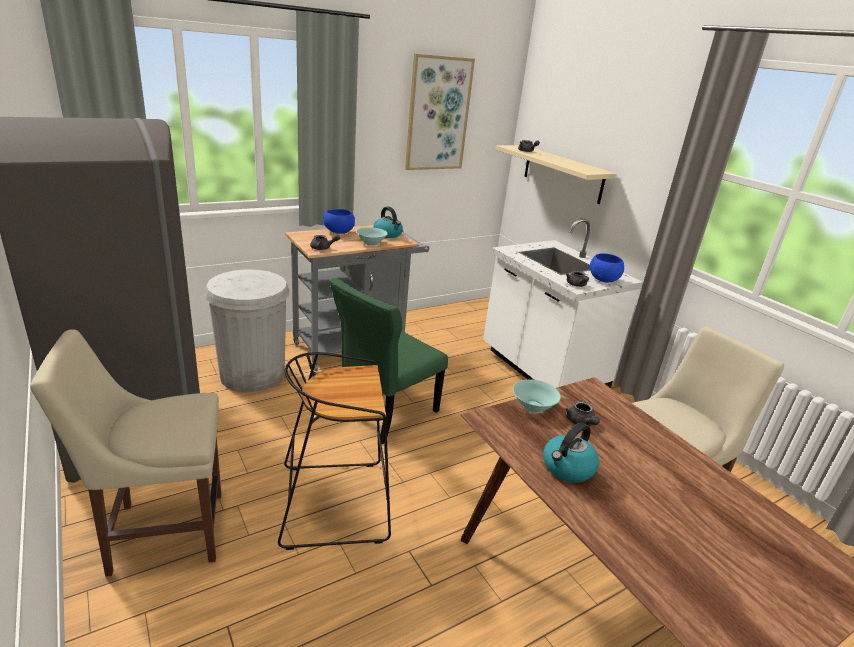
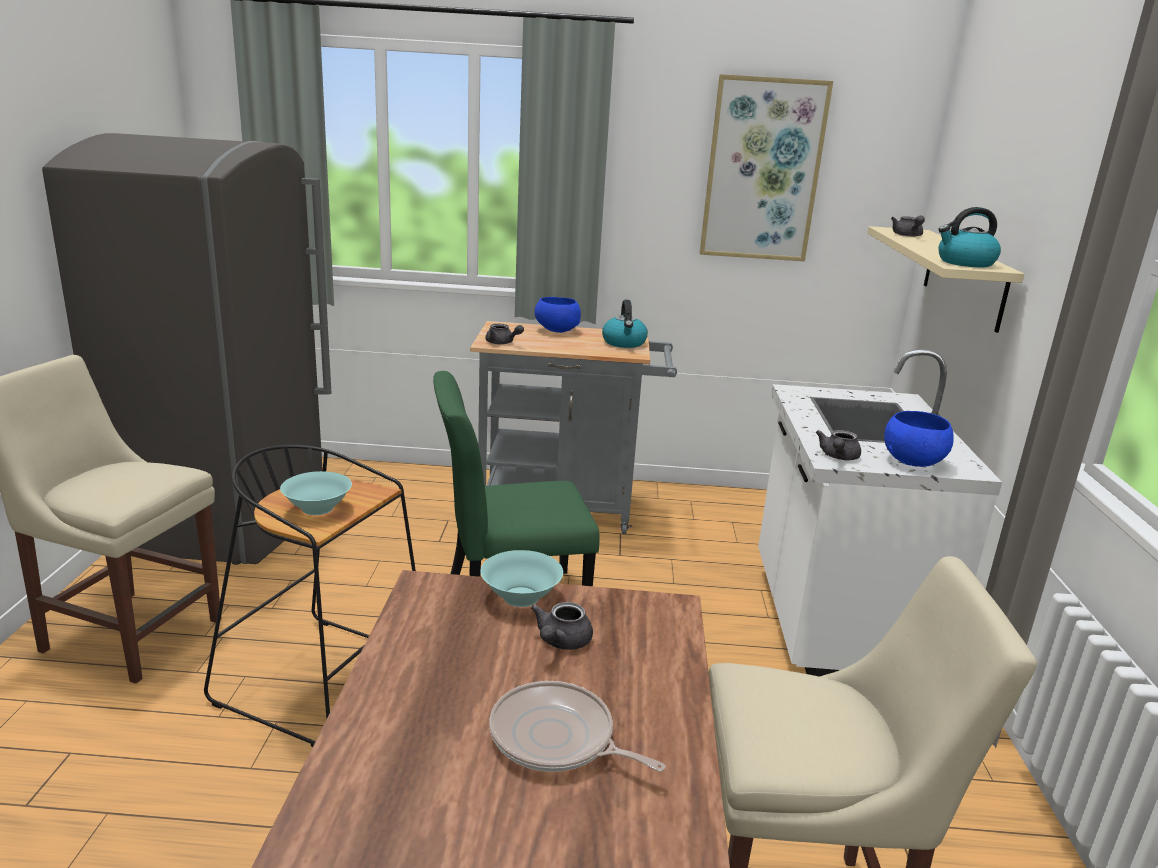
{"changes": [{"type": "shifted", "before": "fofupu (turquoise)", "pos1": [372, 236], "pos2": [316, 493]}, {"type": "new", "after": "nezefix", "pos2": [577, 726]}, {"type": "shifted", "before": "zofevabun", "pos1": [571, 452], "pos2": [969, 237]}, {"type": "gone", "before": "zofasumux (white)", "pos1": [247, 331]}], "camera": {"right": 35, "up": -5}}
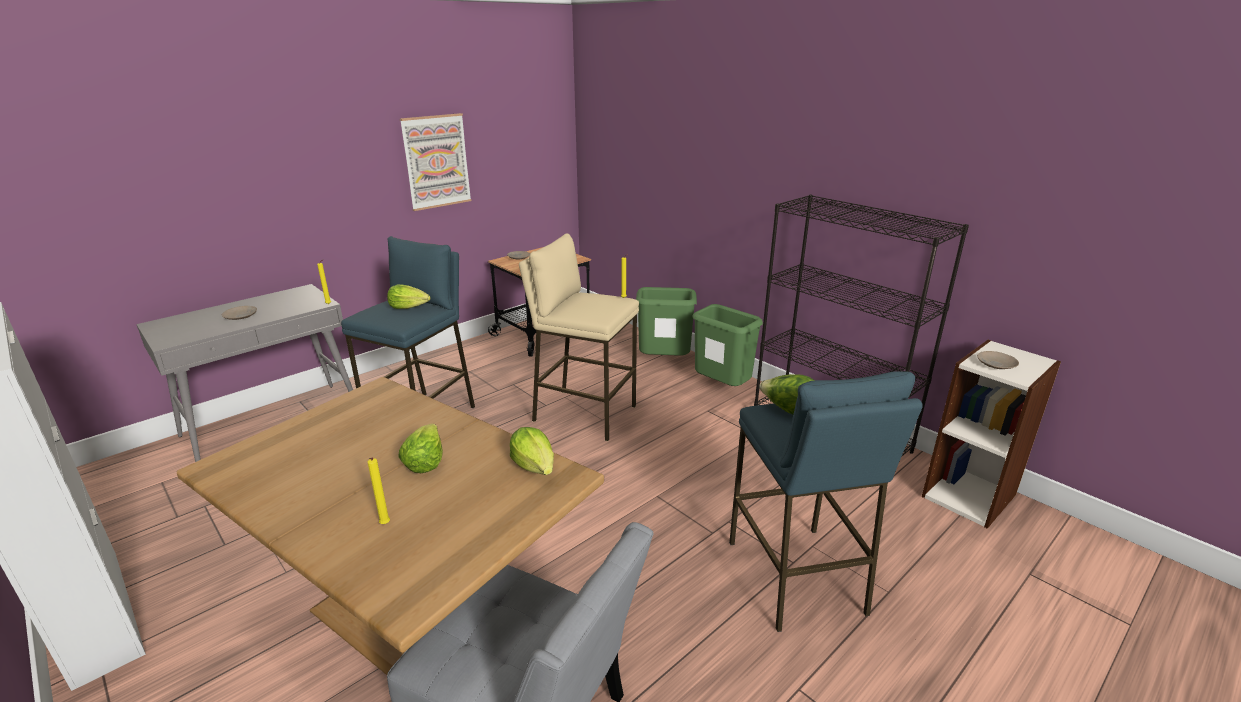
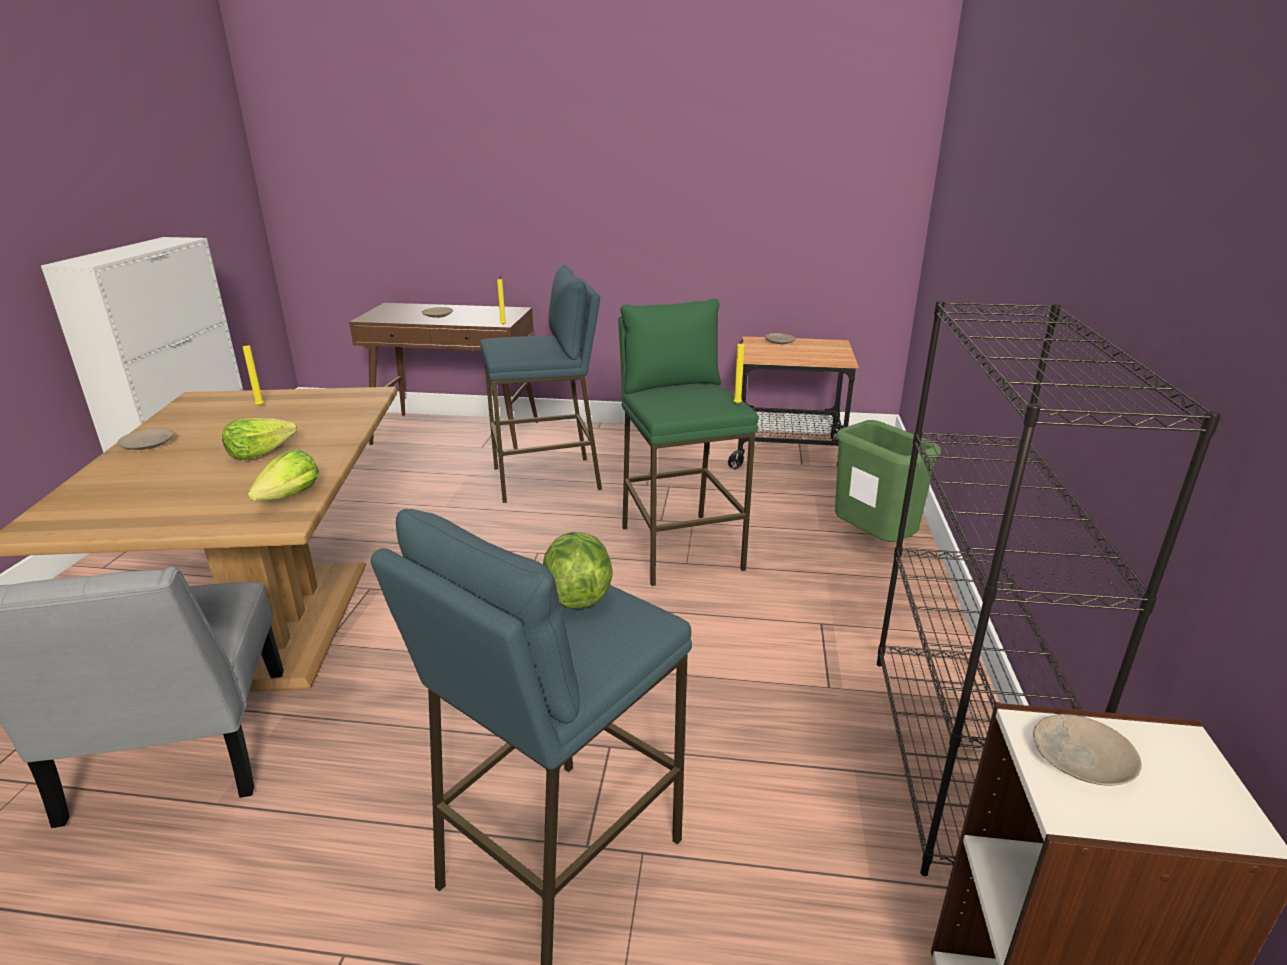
{"changes": [{"type": "new", "after": "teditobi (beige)", "pos2": [145, 439]}, {"type": "shifted", "before": "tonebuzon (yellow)", "pos1": [379, 490], "pos2": [251, 373]}, {"type": "repainted", "before": "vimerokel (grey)", "after": "vimerokel (brown)", "pos1": [244, 373], "pos2": [443, 376]}, {"type": "repainted", "before": "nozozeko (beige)", "after": "nozozeko (green)", "pos1": [579, 337], "pos2": [688, 442]}, {"type": "gone", "before": "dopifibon", "pos1": [408, 296]}, {"type": "gone", "before": "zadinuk", "pos1": [436, 162]}, {"type": "gone", "before": "zofasumux (green)", "pos1": [727, 345]}], "camera": {"right": 50, "up": 0}}
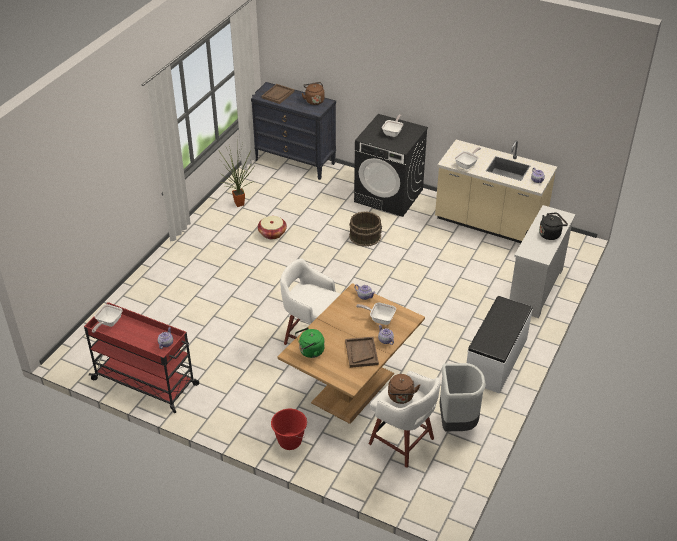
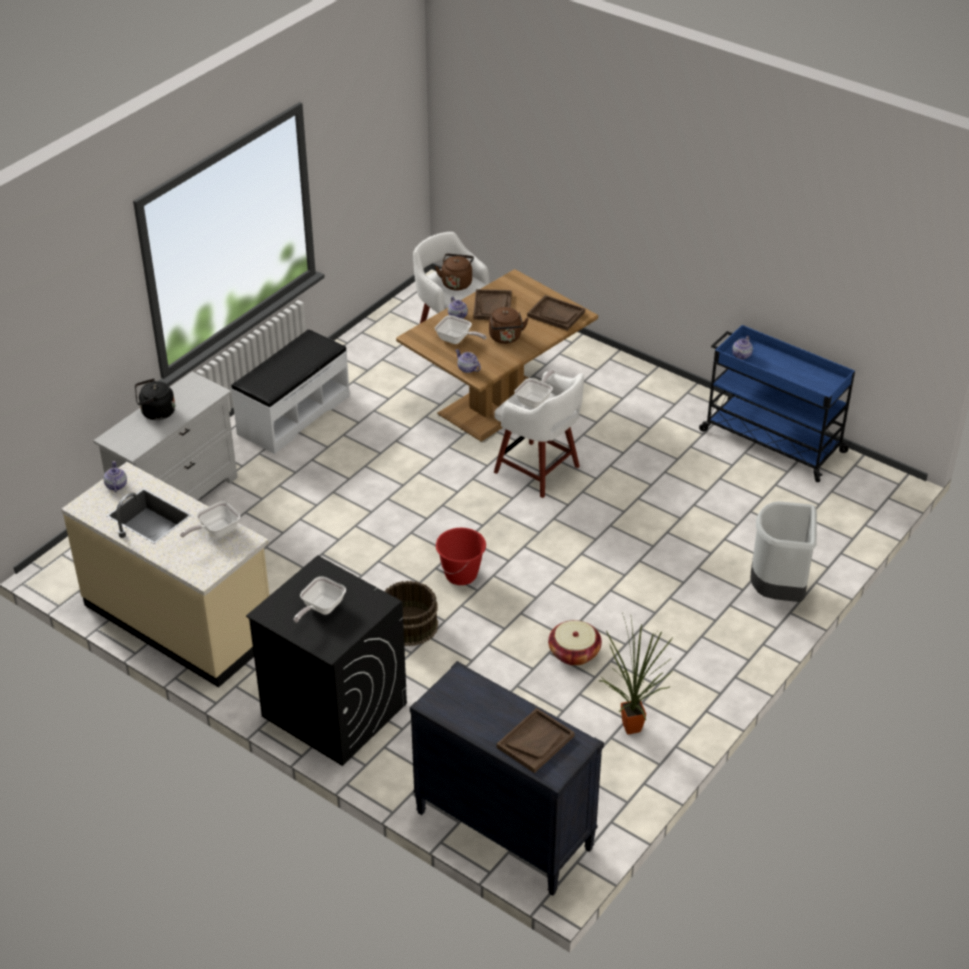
{"changes": [{"type": "shifted", "before": "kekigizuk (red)", "pos1": [289, 429], "pos2": [461, 556]}, {"type": "shifted", "before": "zofevabun (brown)", "pos1": [313, 93], "pos2": [509, 325]}, {"type": "shifted", "before": "nezefix", "pos1": [107, 318], "pos2": [535, 389]}, {"type": "swapped", "before": "zofevabun (green)", "after": "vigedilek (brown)", "pos1": [310, 342], "pos2": [556, 313]}, {"type": "repainted", "before": "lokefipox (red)", "after": "lokefipox (blue)", "pos1": [141, 357], "pos2": [777, 403]}, {"type": "shifted", "before": "zofasumux (grey)", "pos1": [463, 397], "pos2": [783, 551]}], "camera": {"right": -170, "up": 0}}
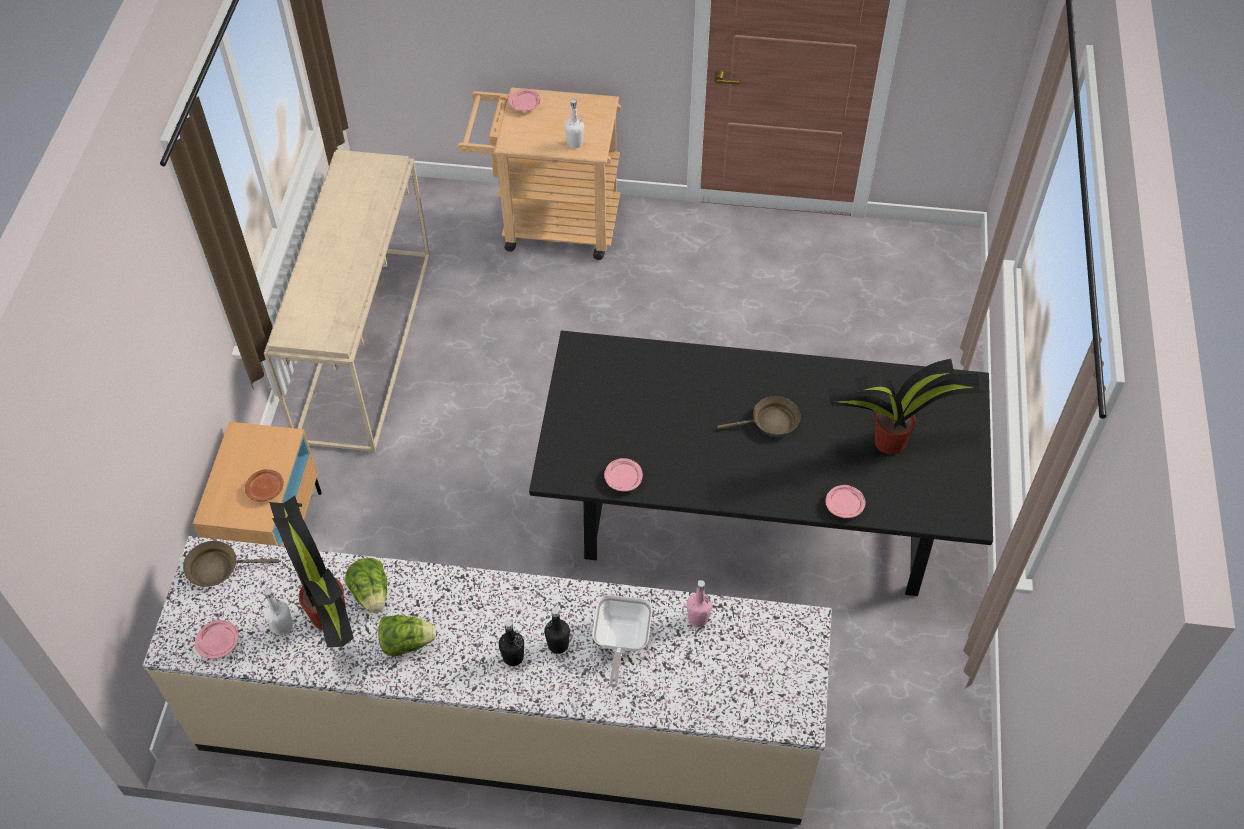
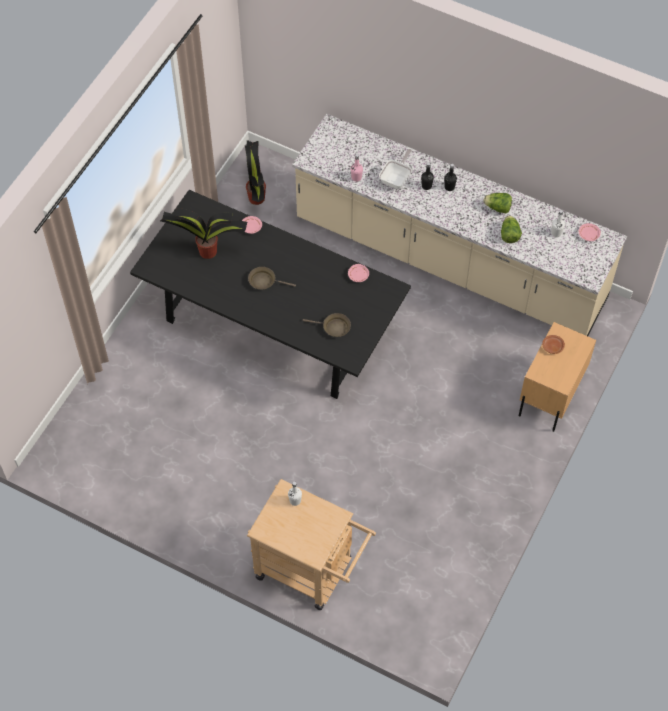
{"changes": [{"type": "shifted", "before": "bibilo", "pos1": [311, 572], "pos2": [255, 172]}, {"type": "shifted", "before": "nezefix (brown)", "pos1": [231, 564], "pos2": [327, 325]}, {"type": "gone", "before": "vimerokel (beige)", "pos1": [347, 301]}, {"type": "gone", "before": "teditobi (pink)", "pos1": [524, 100]}], "camera": {"right": -160, "up": 5}}
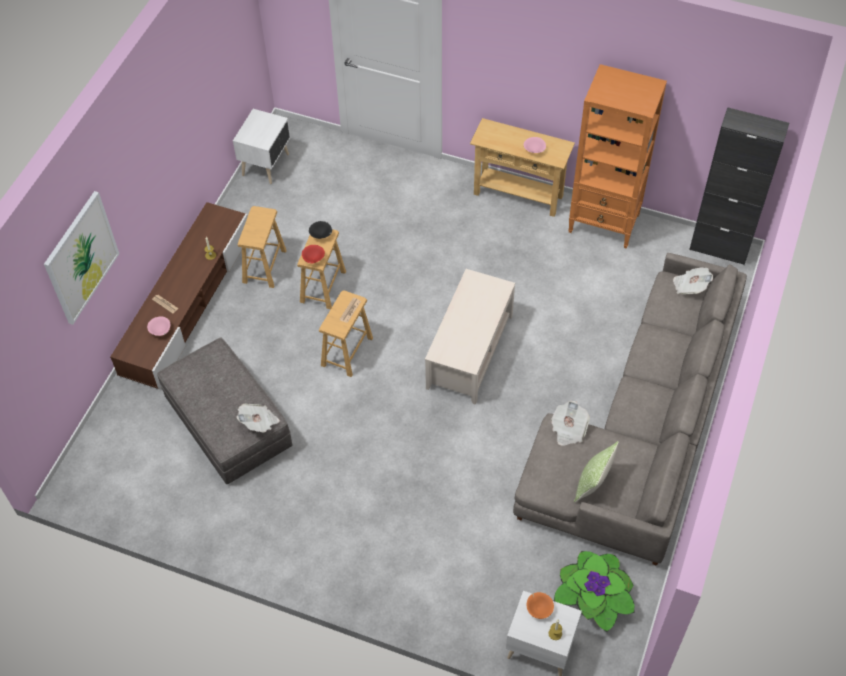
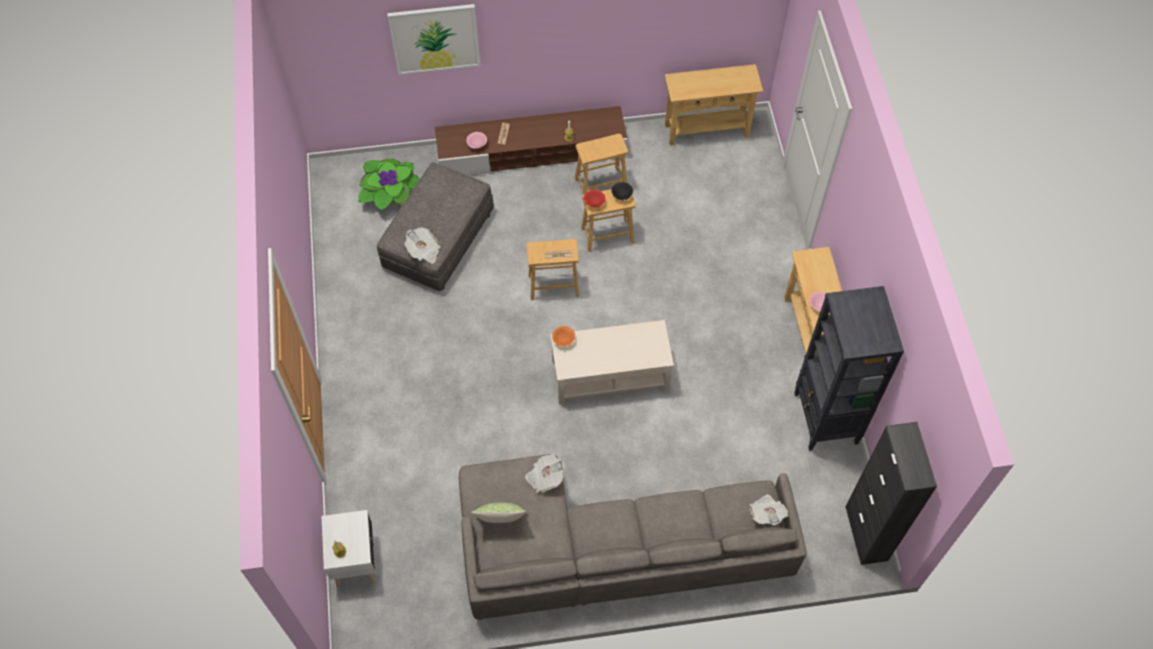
{"changes": [{"type": "shifted", "before": "bibilo", "pos1": [594, 591], "pos2": [389, 185]}, {"type": "shifted", "before": "fofupu (orange)", "pos1": [540, 605], "pos2": [563, 336]}, {"type": "swapped", "before": "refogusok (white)", "after": "vimerokel (beige)", "pos1": [262, 146], "pos2": [714, 105]}, {"type": "repainted", "before": "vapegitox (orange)", "after": "vapegitox (black)", "pos1": [617, 156], "pos2": [849, 368]}], "camera": {"right": 60, "up": 5}}
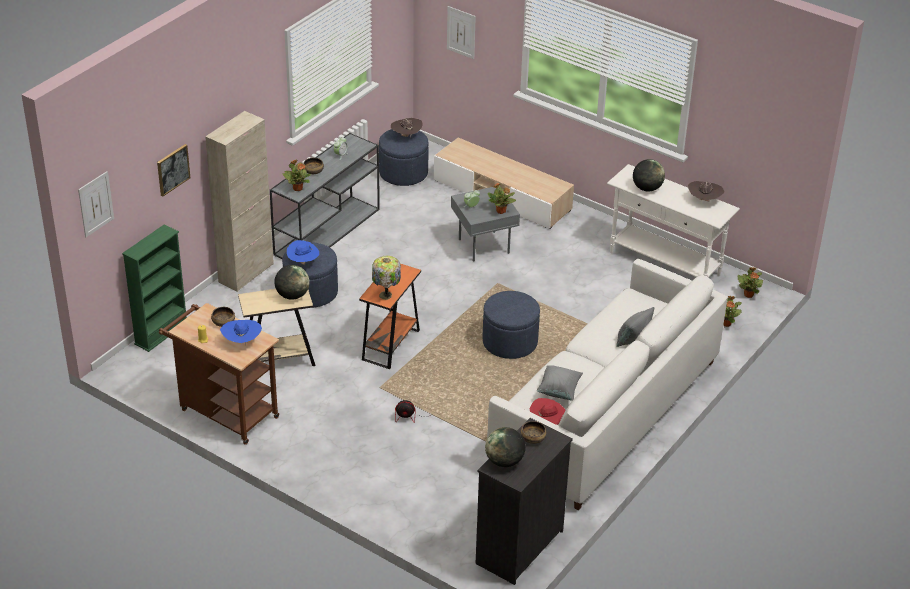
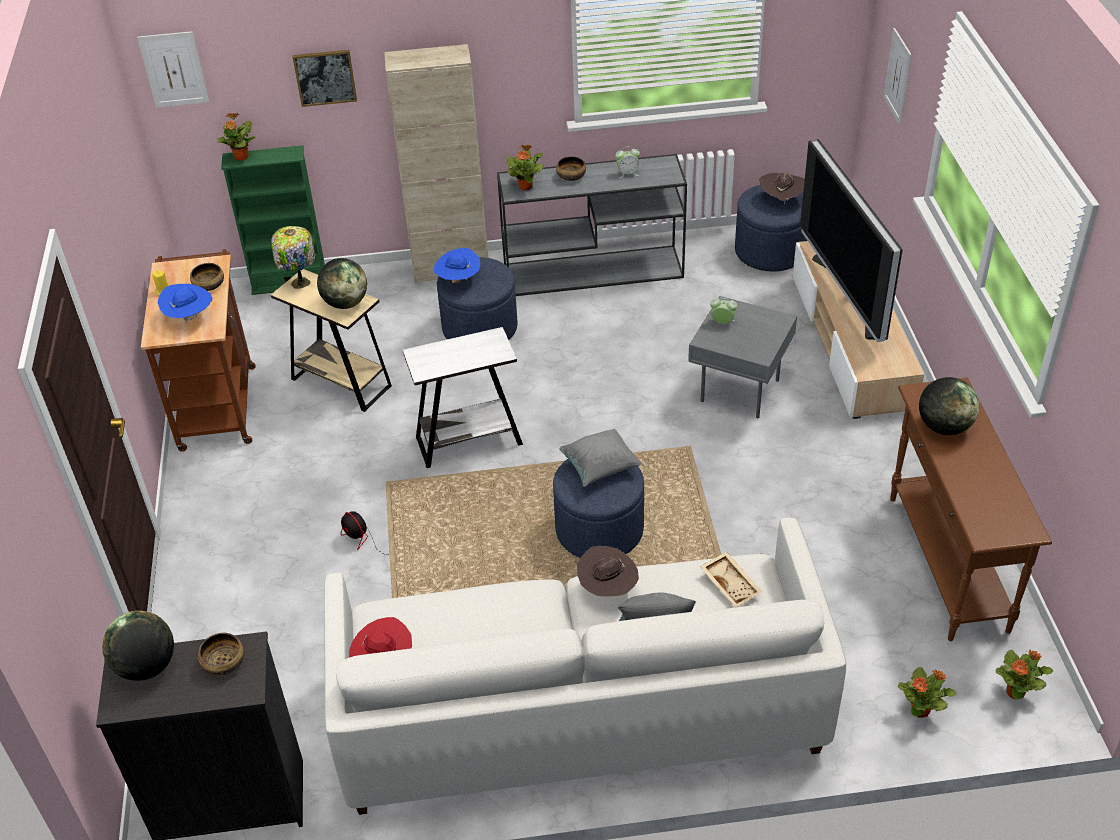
{"changes": [{"type": "shifted", "before": "bibilo", "pos1": [501, 199], "pos2": [236, 136]}, {"type": "shifted", "before": "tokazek", "pos1": [386, 278], "pos2": [293, 257]}, {"type": "repainted", "before": "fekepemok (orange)", "after": "fekepemok (white)", "pos1": [390, 316], "pos2": [463, 397]}, {"type": "shifted", "before": "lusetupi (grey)", "pos1": [560, 383], "pos2": [600, 458]}, {"type": "shifted", "before": "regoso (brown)", "pos1": [706, 191], "pos2": [608, 571]}, {"type": "new", "after": "vigedilek (beige)", "pos2": [731, 579]}, {"type": "new", "after": "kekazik", "pos2": [851, 240]}, {"type": "repainted", "before": "vimerokel (white)", "after": "vimerokel (brown)", "pos1": [673, 221], "pos2": [971, 509]}], "camera": {"right": 50, "up": 5}}
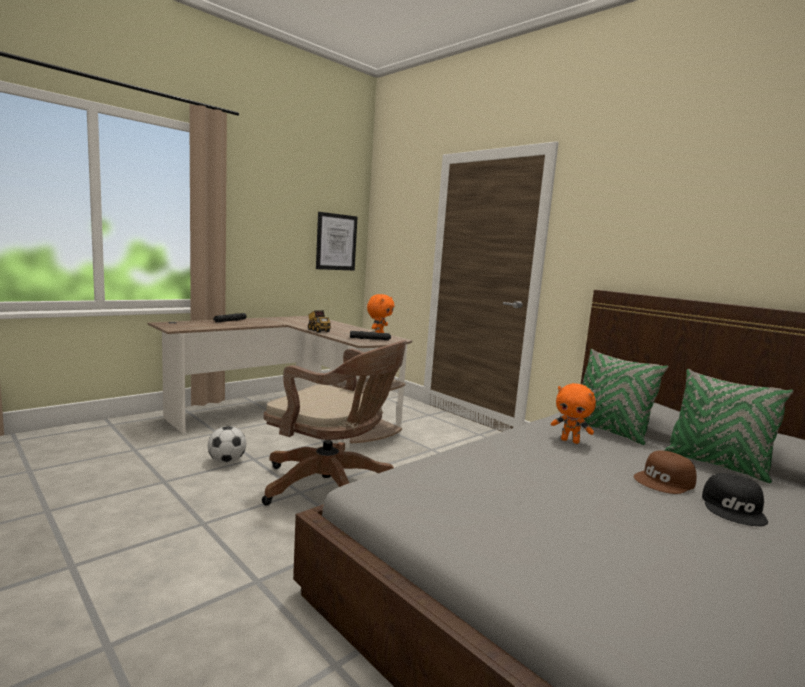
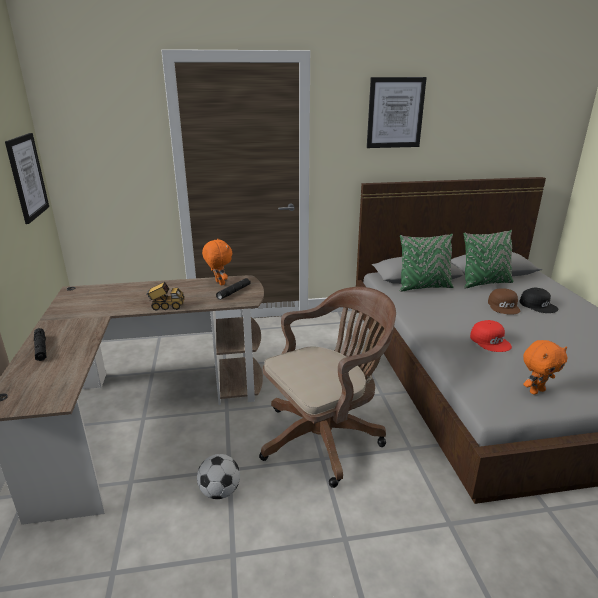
{"changes": [{"type": "new", "after": "zadinuk", "pos2": [397, 112]}, {"type": "new", "after": "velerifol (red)", "pos2": [491, 336]}, {"type": "shifted", "before": "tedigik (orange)", "pos1": [573, 413], "pos2": [545, 367]}], "camera": {"right": -55, "up": 15}}
